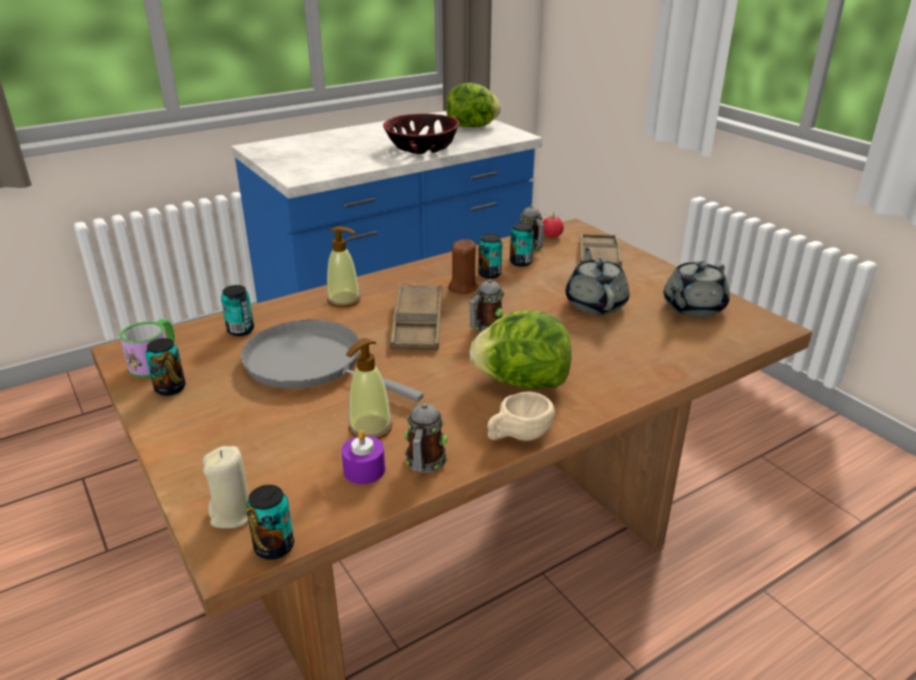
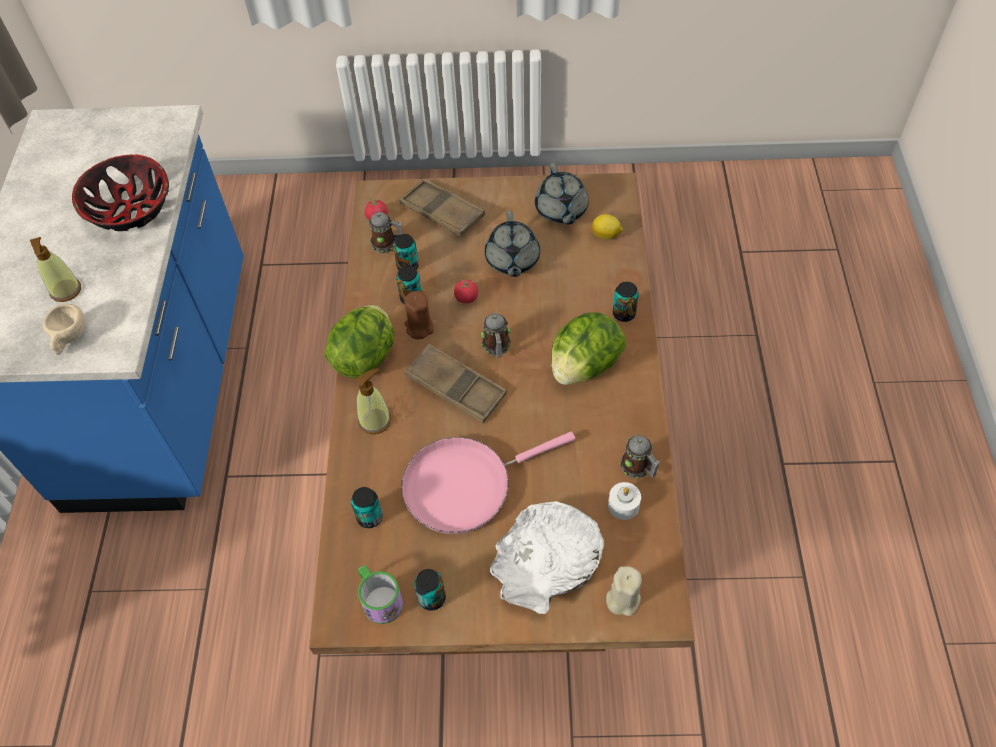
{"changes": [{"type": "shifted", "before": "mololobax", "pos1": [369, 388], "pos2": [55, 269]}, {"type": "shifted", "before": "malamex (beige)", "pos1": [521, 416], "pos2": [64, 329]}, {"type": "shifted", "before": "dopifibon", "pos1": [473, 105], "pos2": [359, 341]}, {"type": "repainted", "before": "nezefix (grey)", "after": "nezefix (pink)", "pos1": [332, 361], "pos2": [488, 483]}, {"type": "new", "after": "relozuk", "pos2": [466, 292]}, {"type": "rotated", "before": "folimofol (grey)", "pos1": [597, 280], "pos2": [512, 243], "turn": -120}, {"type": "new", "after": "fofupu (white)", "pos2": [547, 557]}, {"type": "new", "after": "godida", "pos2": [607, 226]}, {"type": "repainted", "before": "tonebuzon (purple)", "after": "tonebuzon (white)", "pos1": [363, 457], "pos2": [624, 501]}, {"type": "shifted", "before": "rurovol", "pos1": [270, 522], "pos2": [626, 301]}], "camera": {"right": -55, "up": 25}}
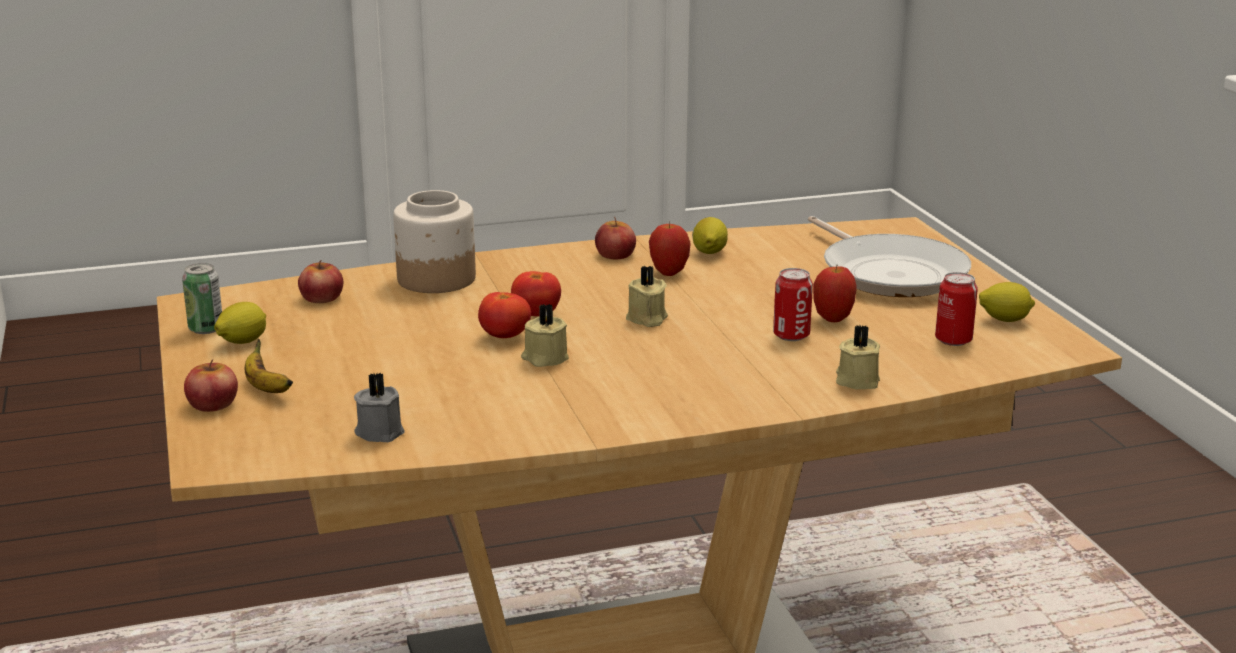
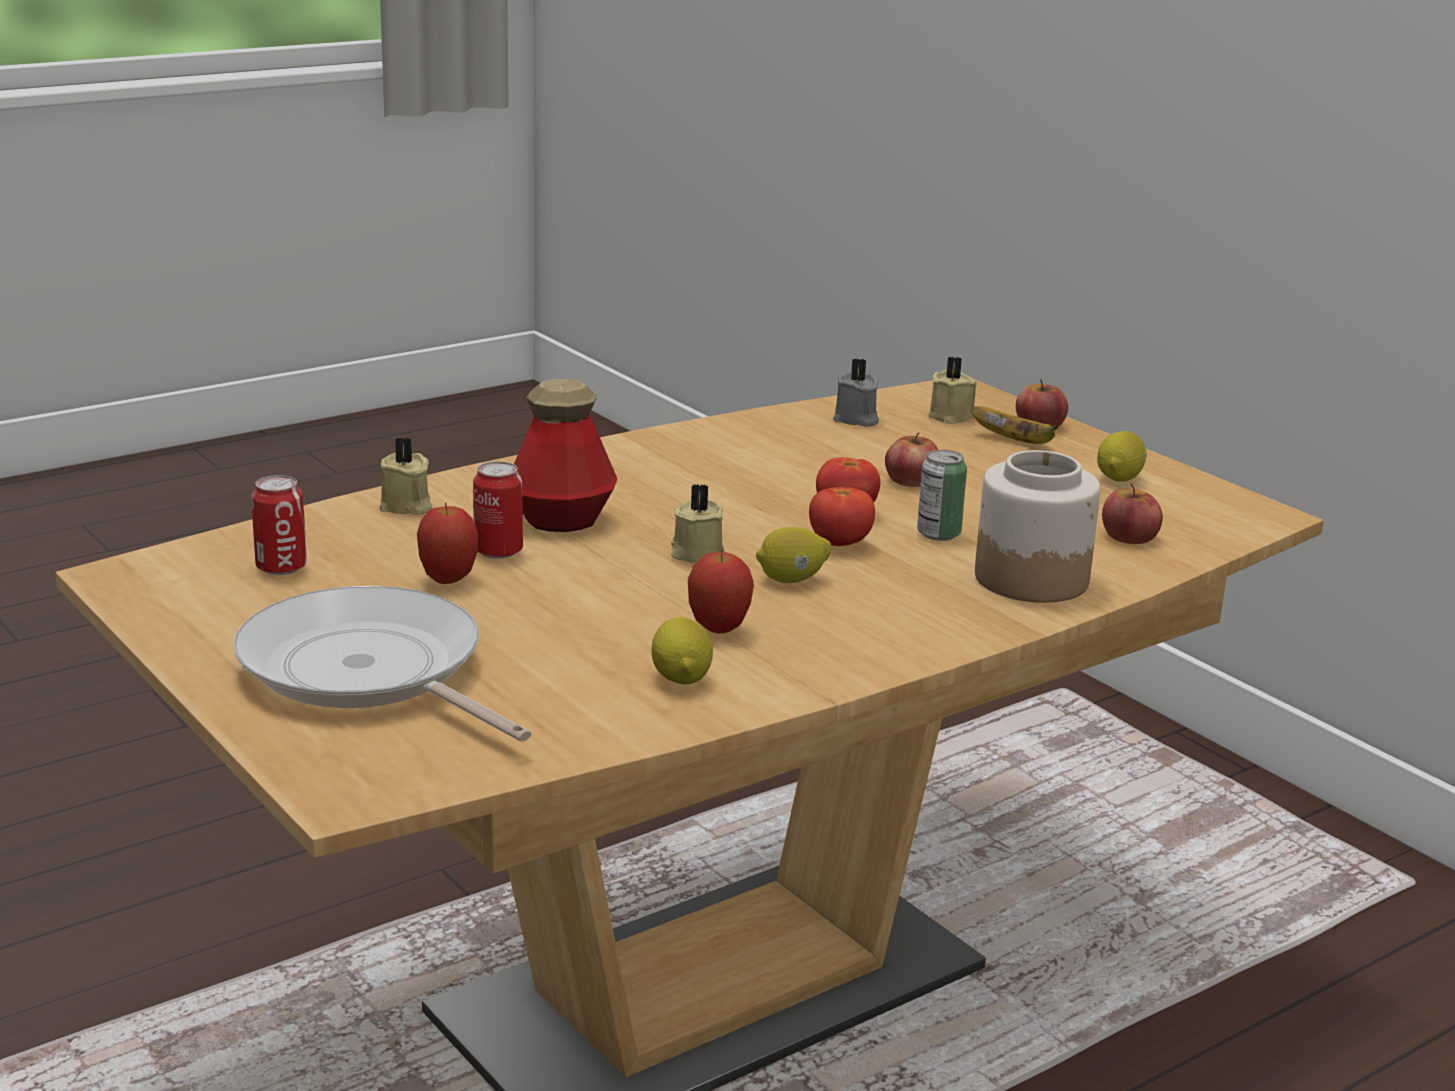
{"changes": [{"type": "new", "after": "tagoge", "pos2": [566, 455]}, {"type": "shifted", "before": "godida", "pos1": [1007, 302], "pos2": [793, 555]}, {"type": "shifted", "before": "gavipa", "pos1": [615, 237], "pos2": [912, 459]}, {"type": "shifted", "before": "rurovol", "pos1": [202, 298], "pos2": [942, 495]}, {"type": "shifted", "before": "tonebuzon (beige)", "pos1": [545, 335], "pos2": [952, 390]}], "camera": {"right": 160, "up": 0}}
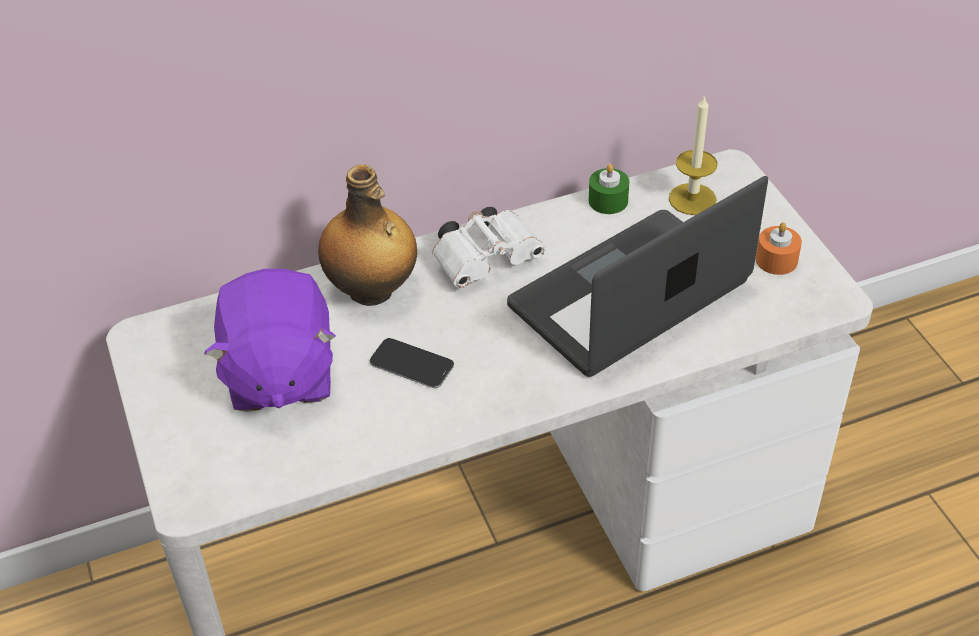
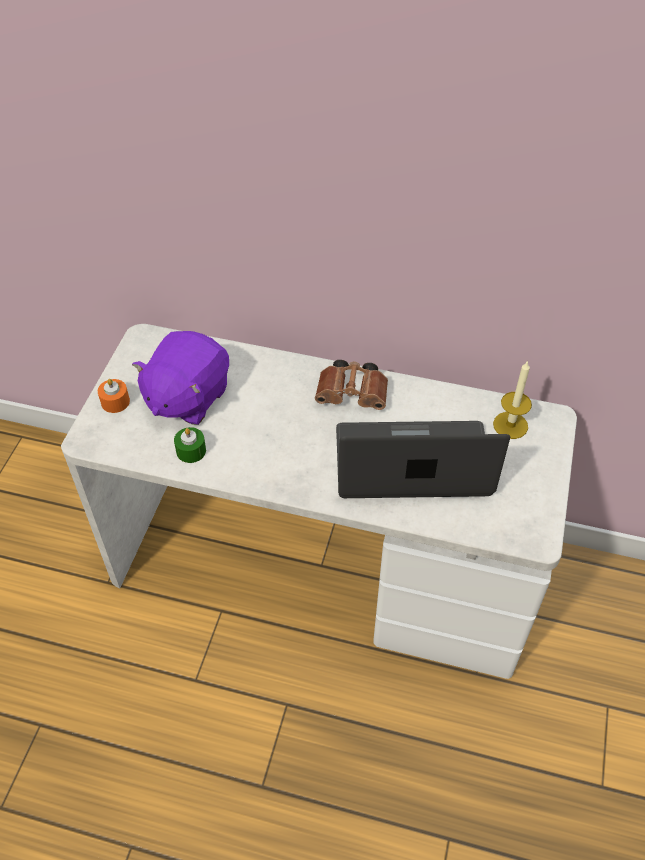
{"changes": [{"type": "shifted", "before": "tonebuzon (orange)", "pos1": [779, 248], "pos2": [114, 396]}, {"type": "shifted", "before": "tonebuzon (green)", "pos1": [609, 189], "pos2": [190, 445]}, {"type": "repainted", "before": "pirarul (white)", "after": "pirarul (brown)", "pos1": [489, 247], "pos2": [351, 385]}, {"type": "gone", "before": "tagoge", "pos1": [367, 235]}, {"type": "gone", "before": "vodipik", "pos1": [412, 363]}], "camera": {"right": 35, "up": 5}}
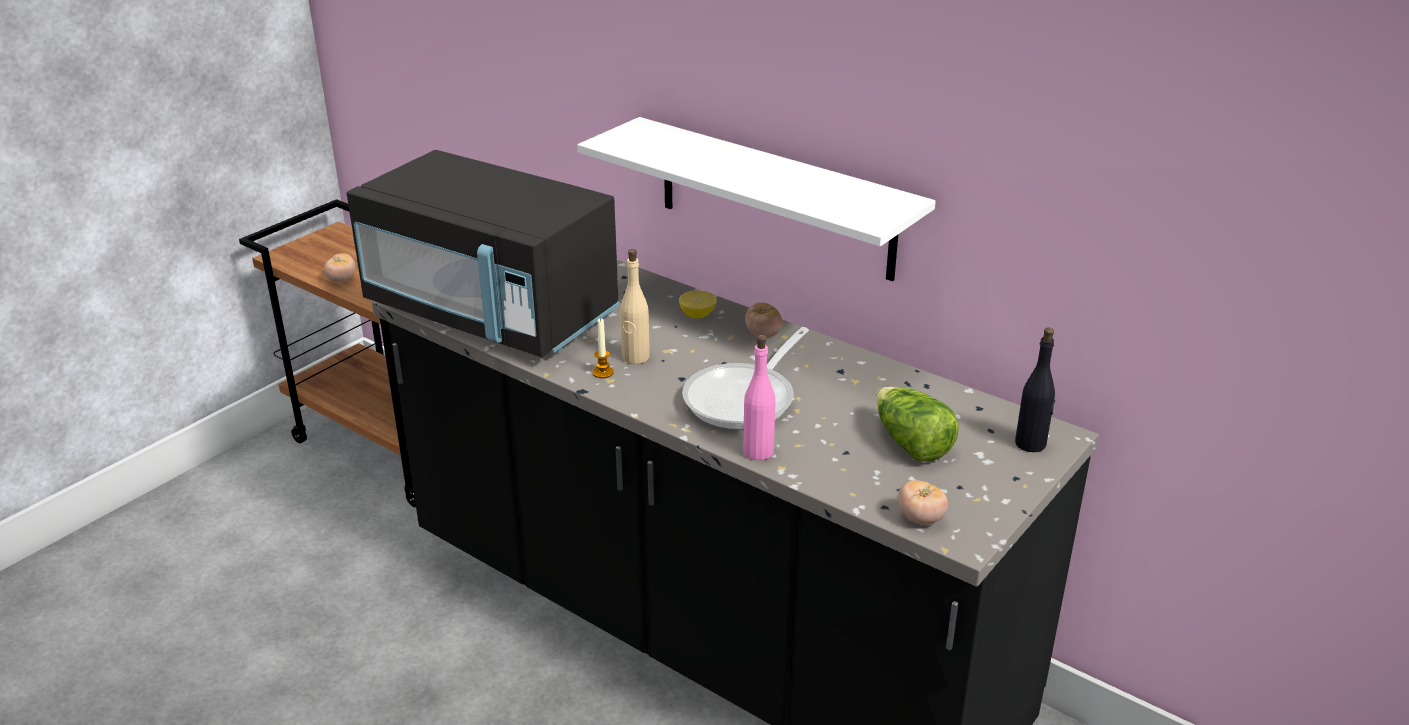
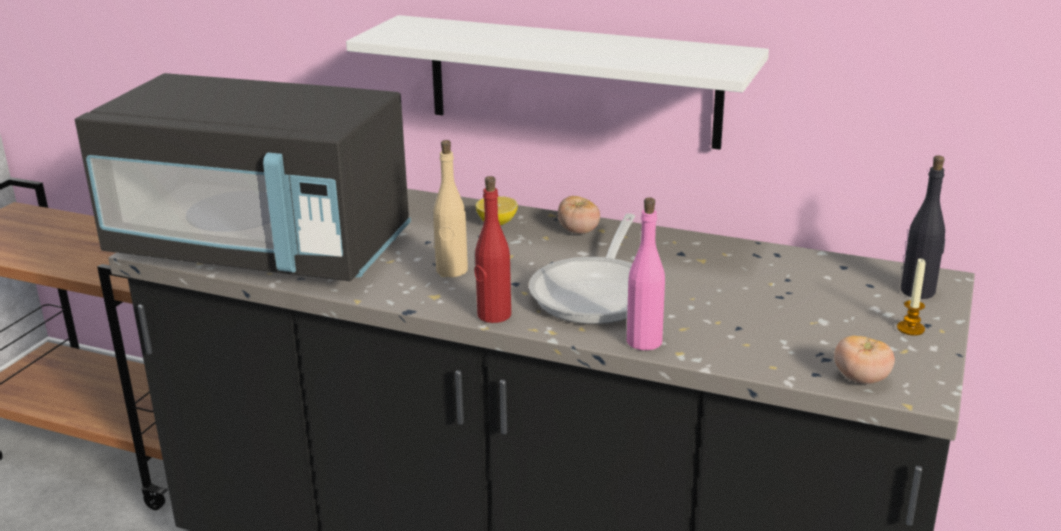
{"changes": [{"type": "new", "after": "tagoge (red)", "pos2": [492, 249]}, {"type": "shifted", "before": "tonebuzon", "pos1": [603, 348], "pos2": [911, 297]}, {"type": "gone", "before": "relozuk", "pos1": [340, 267]}, {"type": "gone", "before": "dopifibon", "pos1": [917, 424]}], "camera": {"right": -15, "up": -5}}
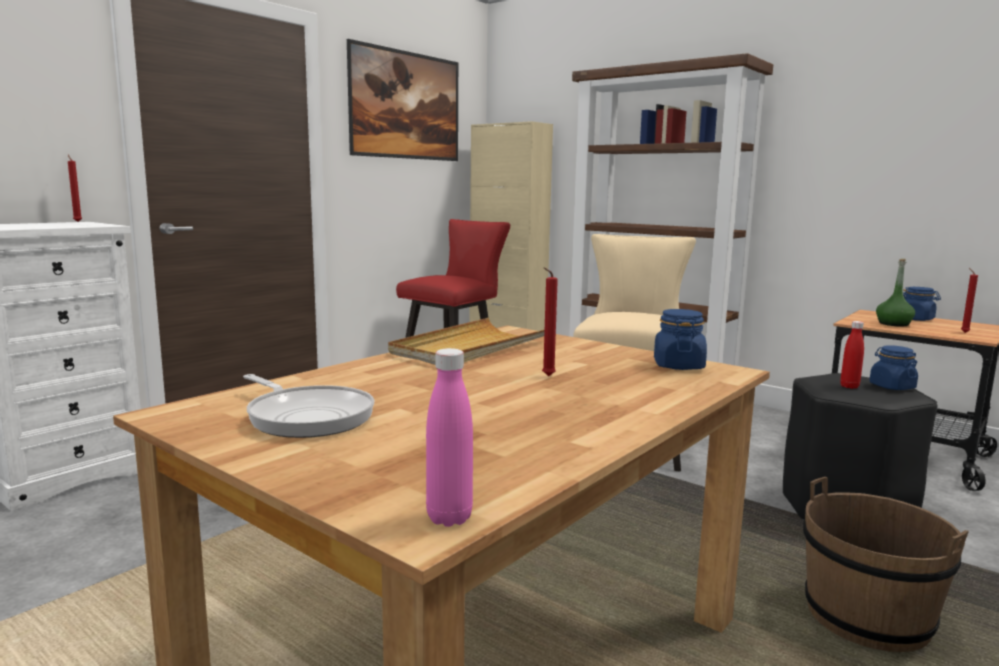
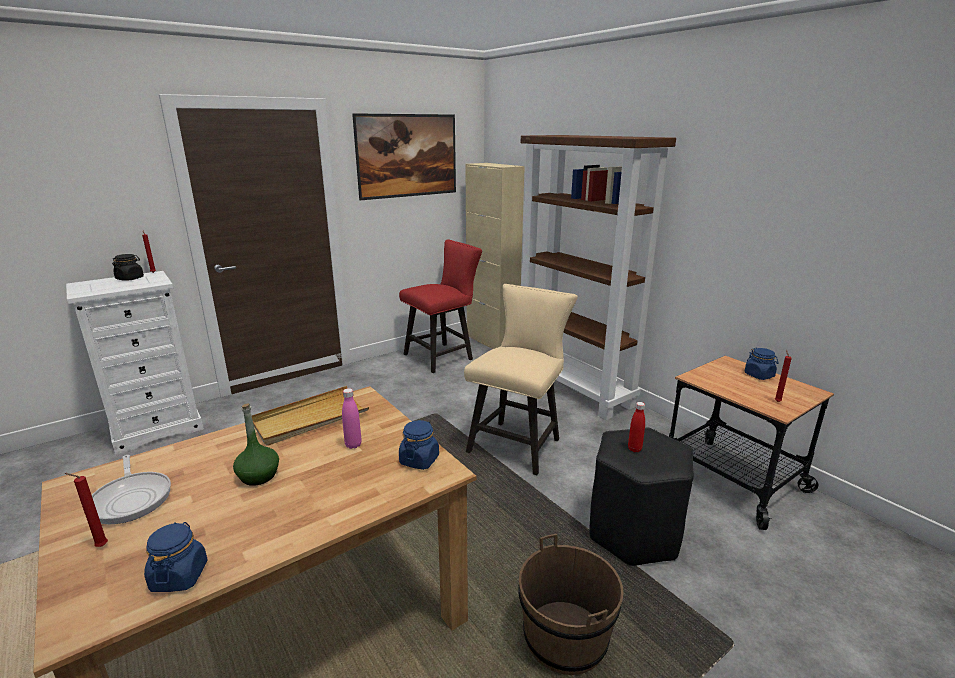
{"changes": [{"type": "shifted", "before": "tonebuzon (red)", "pos1": [550, 321], "pos2": [86, 510]}, {"type": "new", "after": "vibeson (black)", "pos2": [128, 267]}, {"type": "shifted", "before": "vibeson (blue)", "pos1": [893, 367], "pos2": [176, 557]}, {"type": "shifted", "before": "tagoge (green)", "pos1": [895, 293], "pos2": [256, 444]}, {"type": "shifted", "before": "tagoge (pink)", "pos1": [449, 437], "pos2": [352, 418]}], "camera": {"right": 15, "up": 10}}
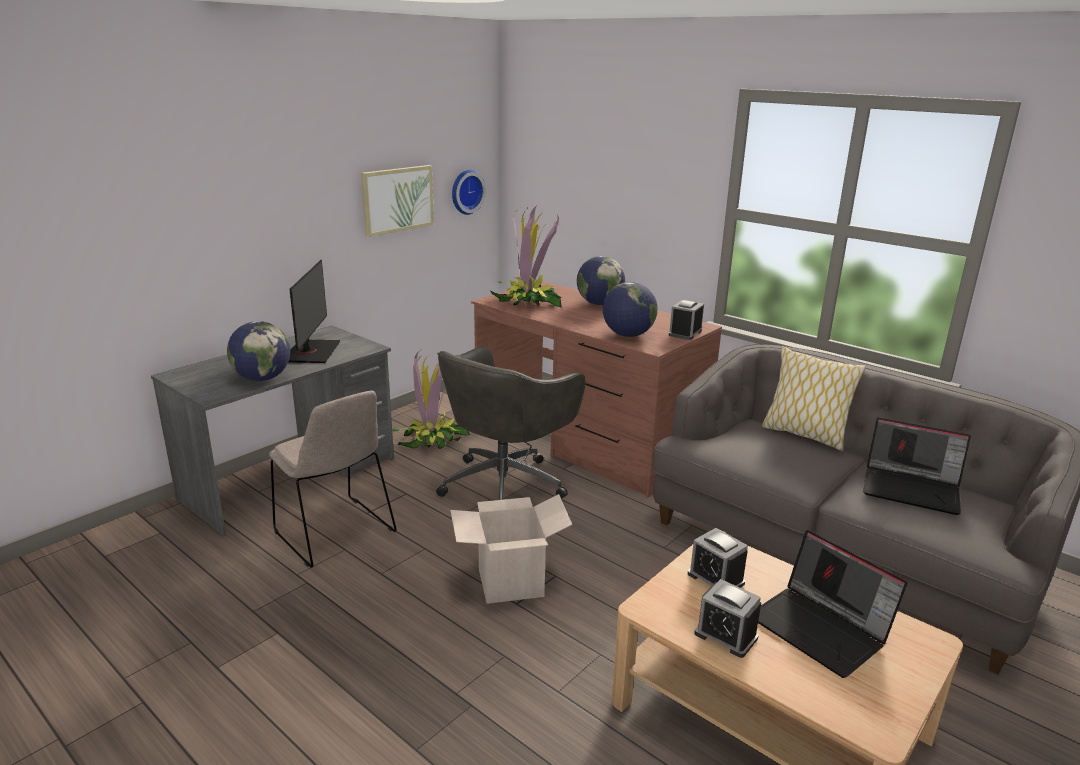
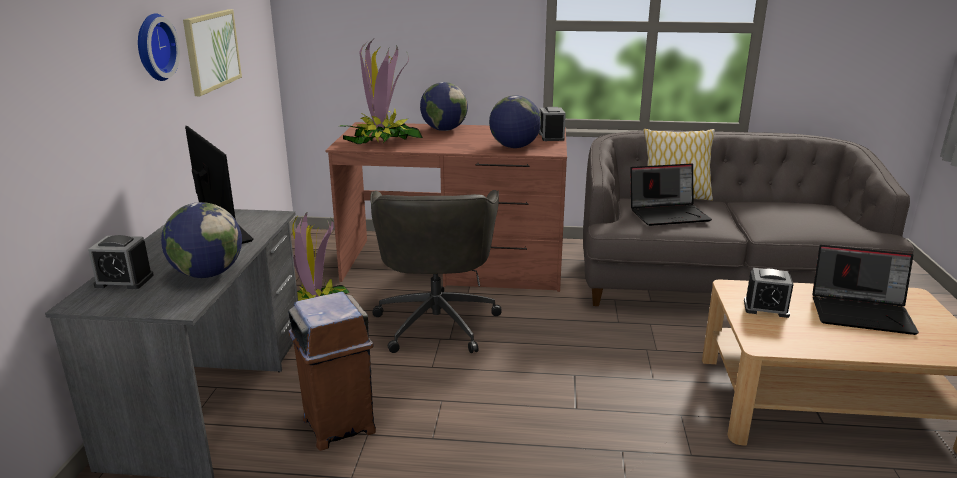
{"changes": [{"type": "shifted", "before": "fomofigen", "pos1": [727, 618], "pos2": [121, 262]}, {"type": "shifted", "before": "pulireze", "pos1": [469, 192], "pos2": [159, 47]}, {"type": "swapped", "before": "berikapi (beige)", "after": "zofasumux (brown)", "pos1": [333, 479], "pos2": [332, 371]}, {"type": "shifted", "before": "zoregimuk", "pos1": [917, 466], "pos2": [671, 194]}, {"type": "gone", "before": "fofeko", "pos1": [511, 549]}], "camera": {"right": -35, "up": 0}}
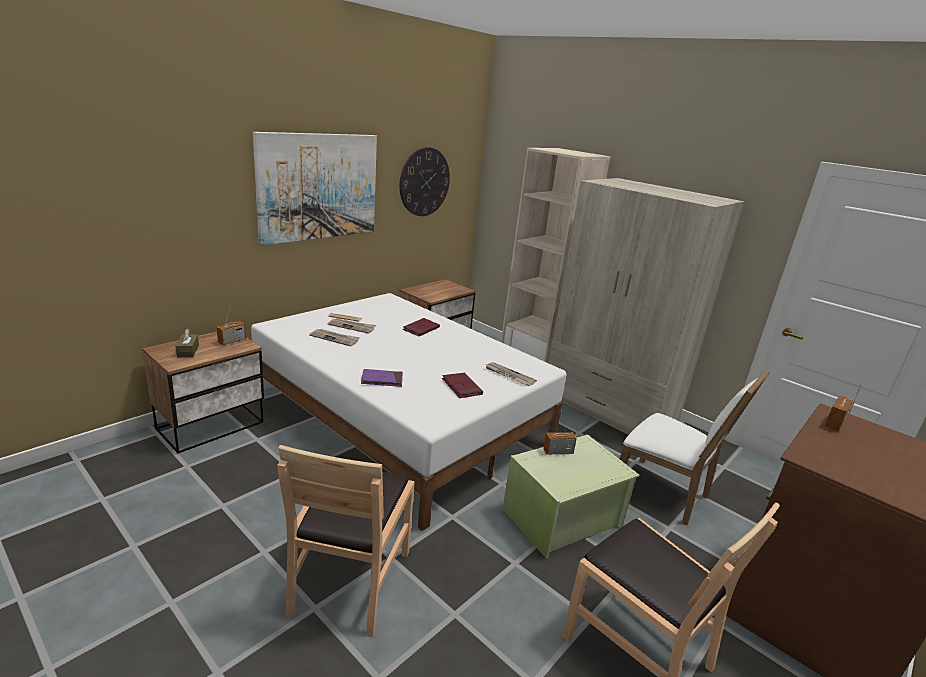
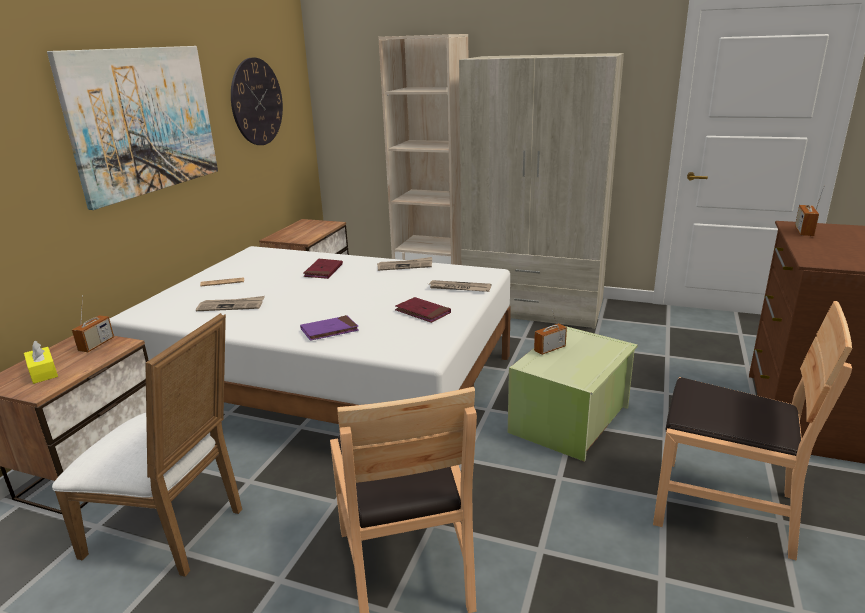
{"changes": [{"type": "repainted", "before": "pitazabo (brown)", "after": "pitazabo (yellow)", "pos1": [187, 343], "pos2": [41, 362]}, {"type": "shifted", "before": "berikapi (white)", "pos1": [695, 447], "pos2": [147, 445]}, {"type": "shifted", "before": "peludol", "pos1": [351, 326], "pos2": [404, 264]}], "camera": {"right": -20, "up": 0}}
